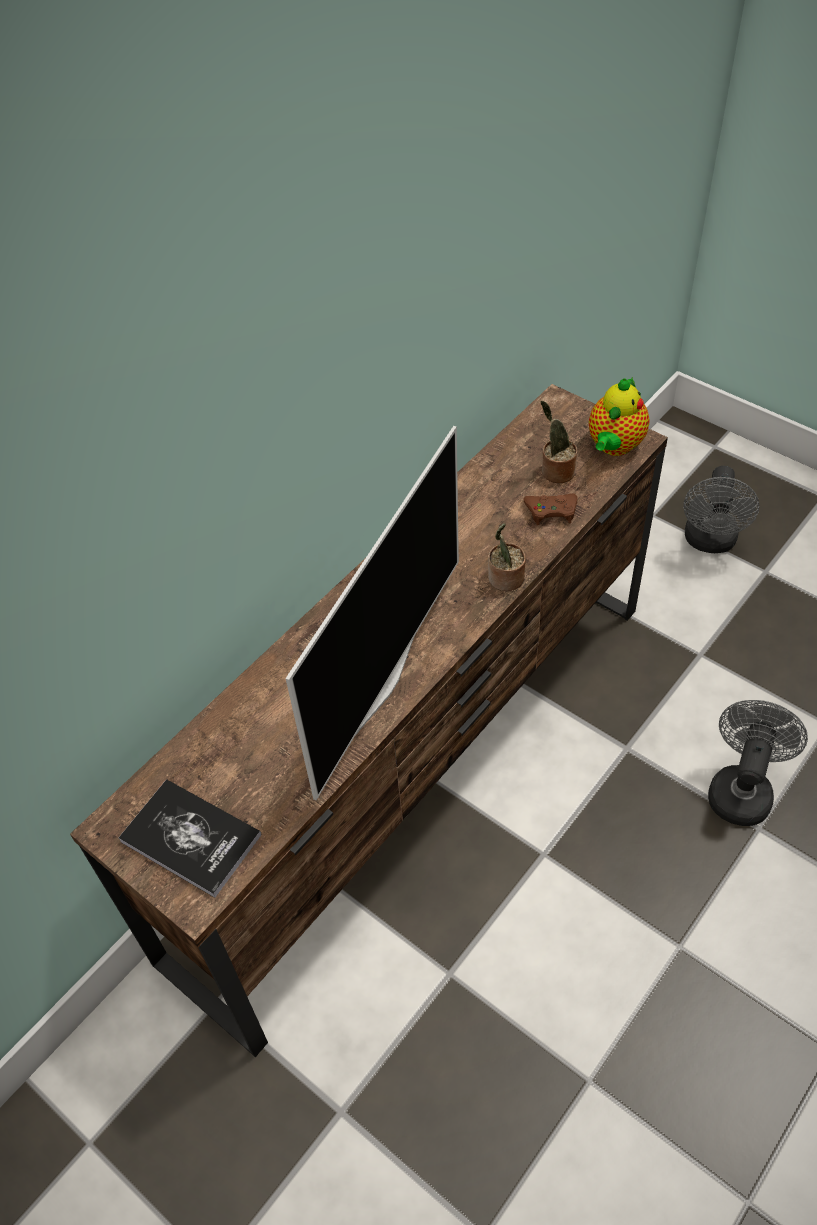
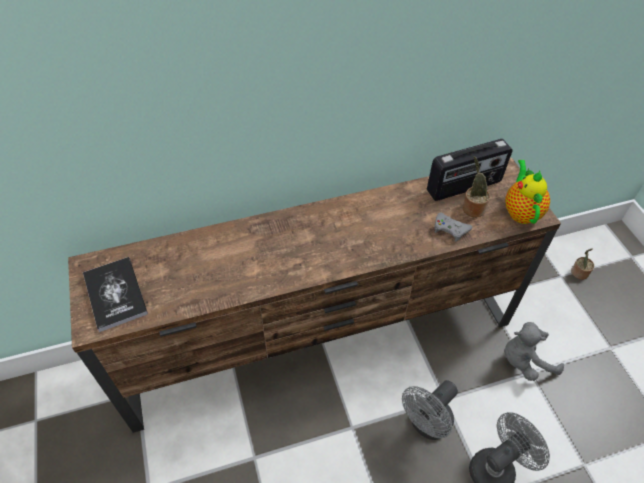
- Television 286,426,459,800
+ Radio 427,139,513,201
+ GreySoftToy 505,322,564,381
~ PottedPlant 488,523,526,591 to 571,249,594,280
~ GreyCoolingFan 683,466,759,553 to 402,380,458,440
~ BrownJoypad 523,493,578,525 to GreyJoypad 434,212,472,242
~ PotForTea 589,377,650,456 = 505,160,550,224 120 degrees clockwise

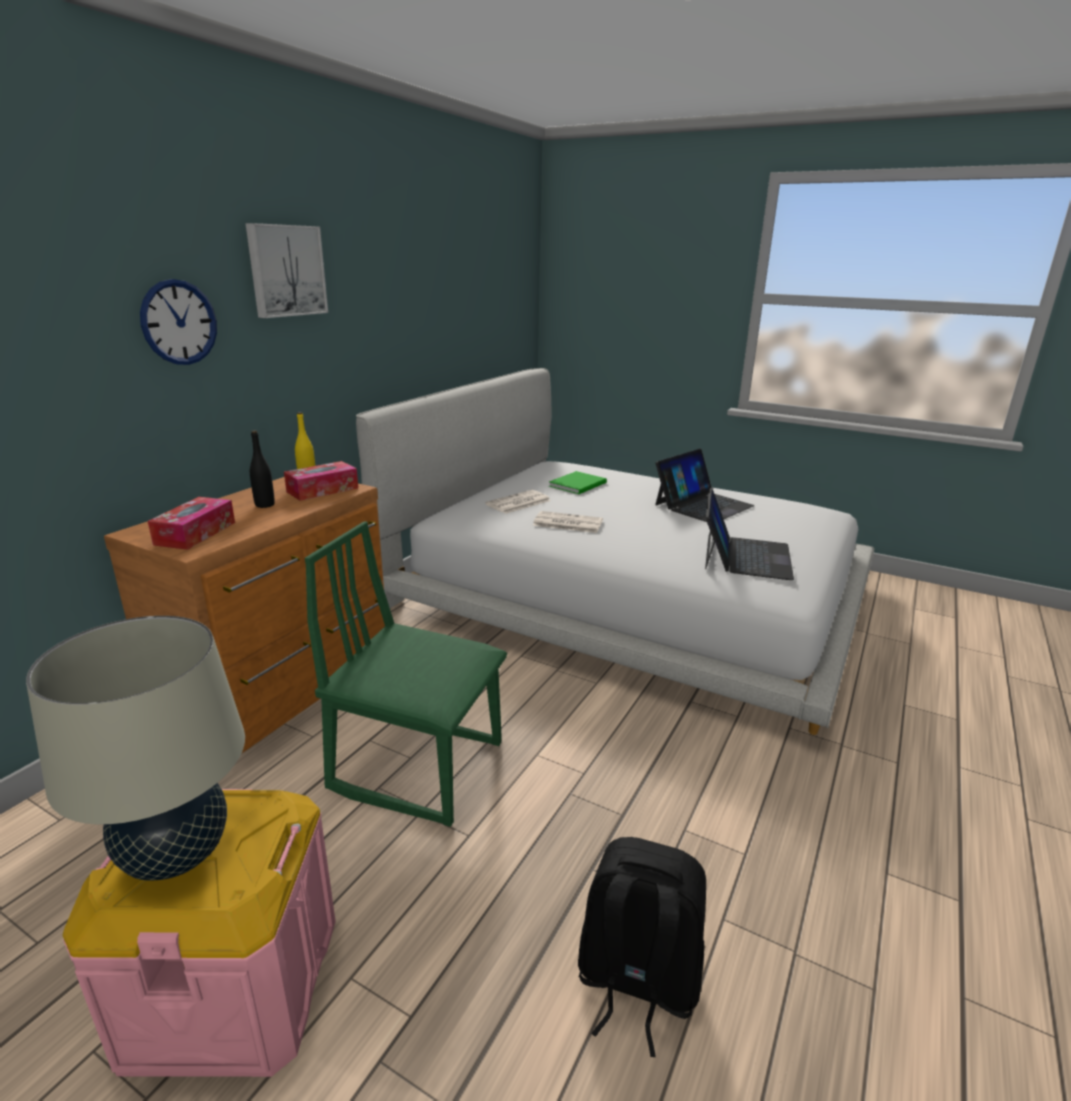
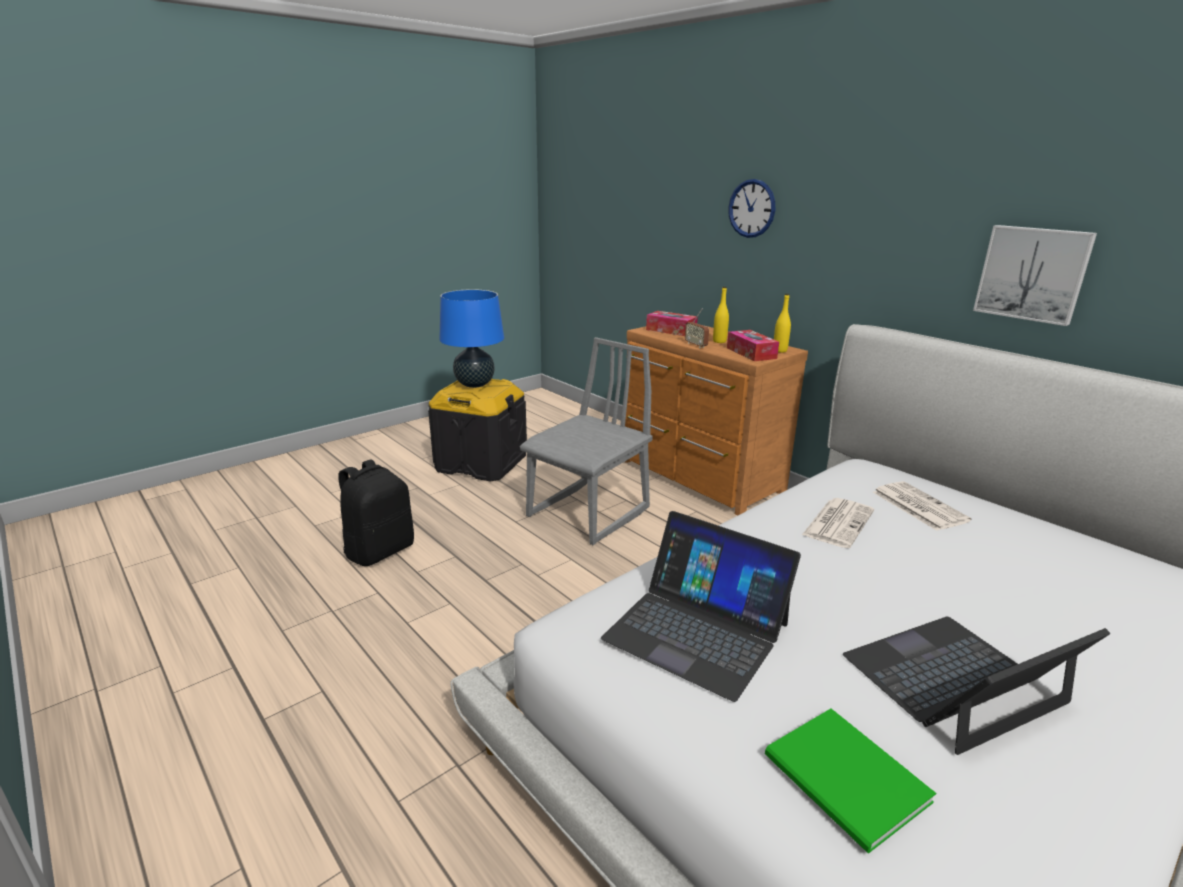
+ Radio 685,309,709,348
~ Picture 245,223,328,318 to 973,225,1097,326
~ GreenishBoundBook 549,471,607,494 to 765,709,936,854
~ BeigeTableLamp 26,616,245,881 to BlueTableLamp 439,289,504,388
~ PinkStorageBox 63,789,336,1077 to BlackStorageBox 428,379,527,482
~ BlackBeverageBottle 250,430,275,508 to YellowColouredBeverageBottle 713,287,729,343
~ GreenishPlainChair 305,522,507,827 to GreyPlainChair 520,337,653,545
~ PortableComputer 655,449,755,522 = 843,617,1111,755 90 degrees clockwise

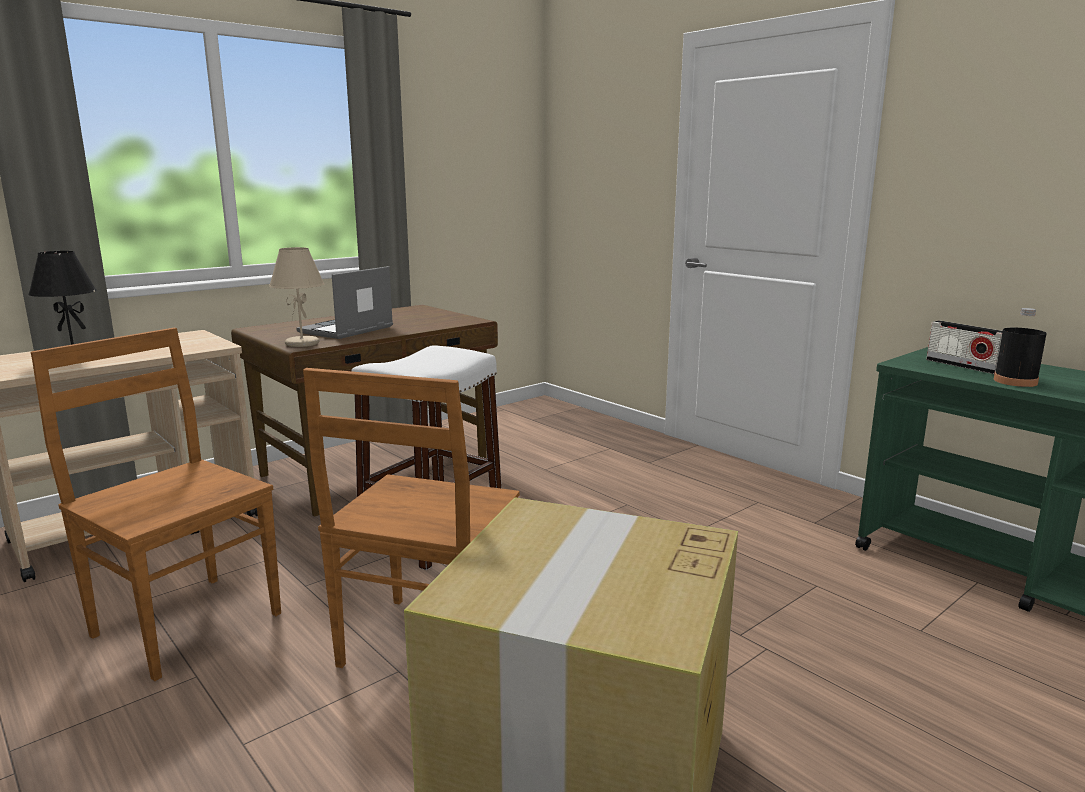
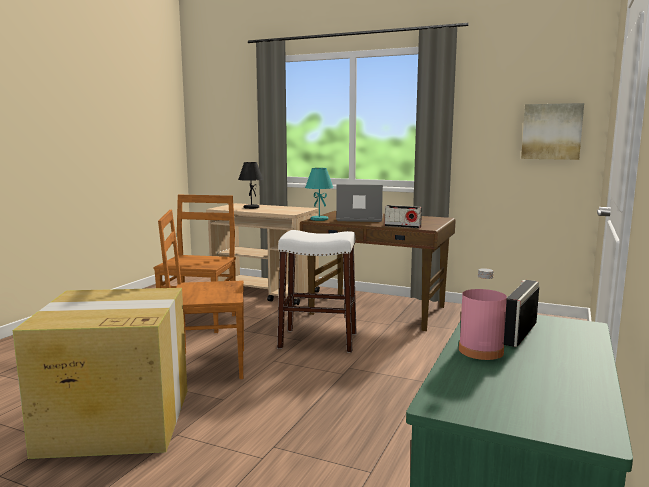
+ Radio 384,205,422,228
+ Picture 521,103,584,160
~ BeigeTableLamp 269,247,325,347 to TurquoiseTableLamp 305,168,334,221
~ BlackBeverageBottle 994,308,1047,387 to PinkBeverageBottle 459,268,507,360

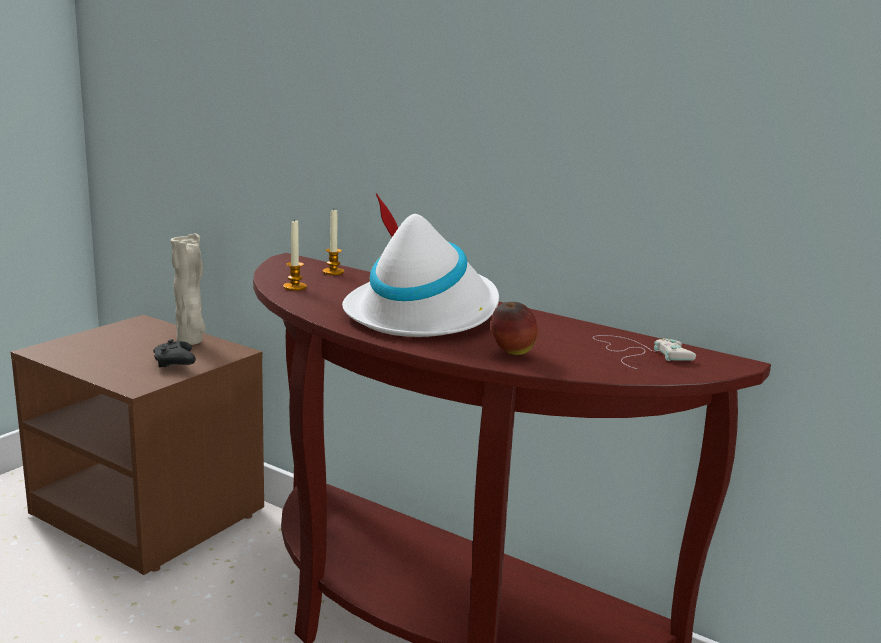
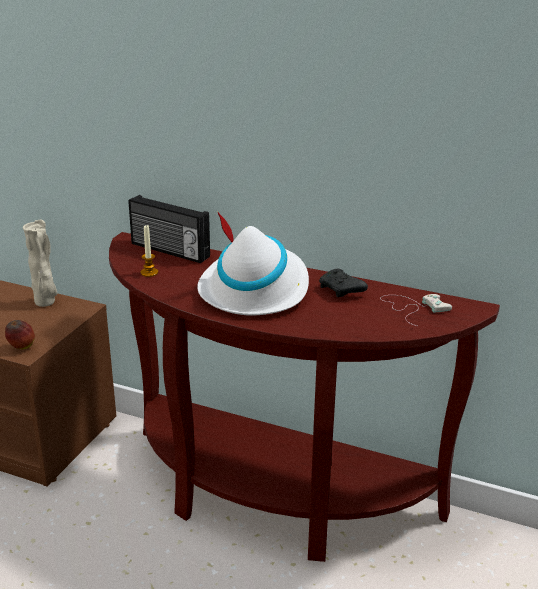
~ BlackJoypad 153,339,196,367 to 319,269,368,297
~ Apple 491,302,538,355 to 5,320,35,349
~ WaxCandle 322,210,344,275 to Radio 129,195,210,263

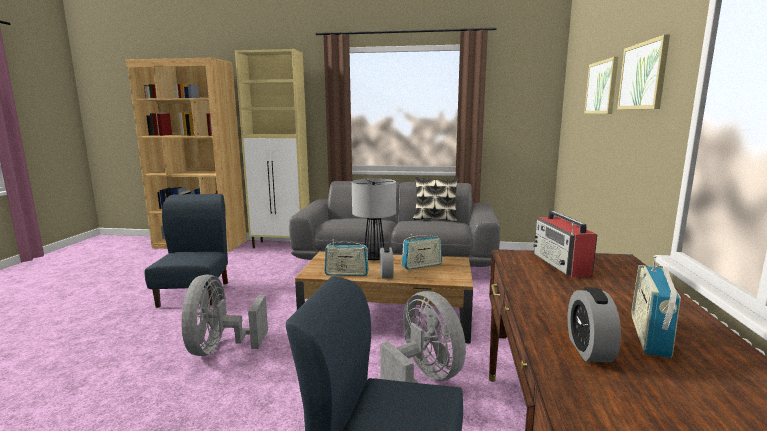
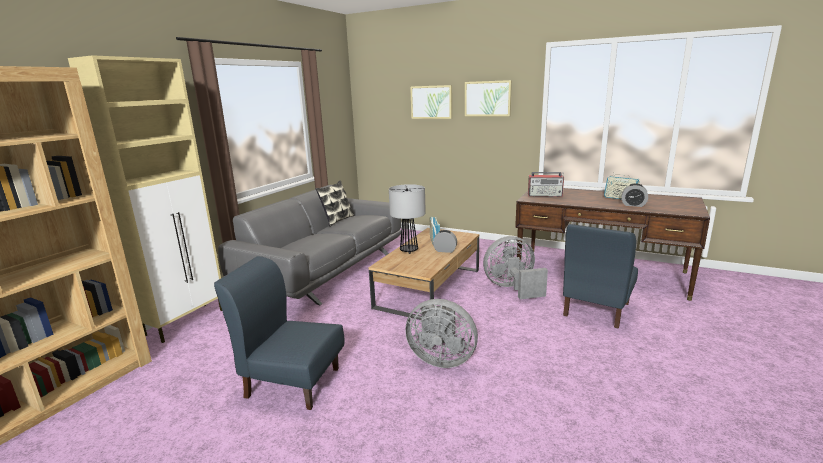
- Radio 325,239,369,276

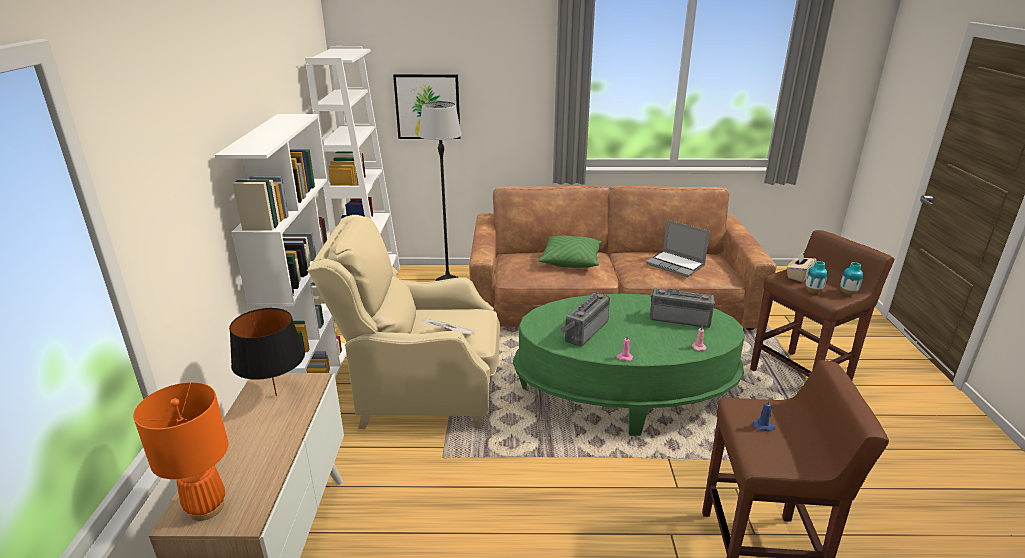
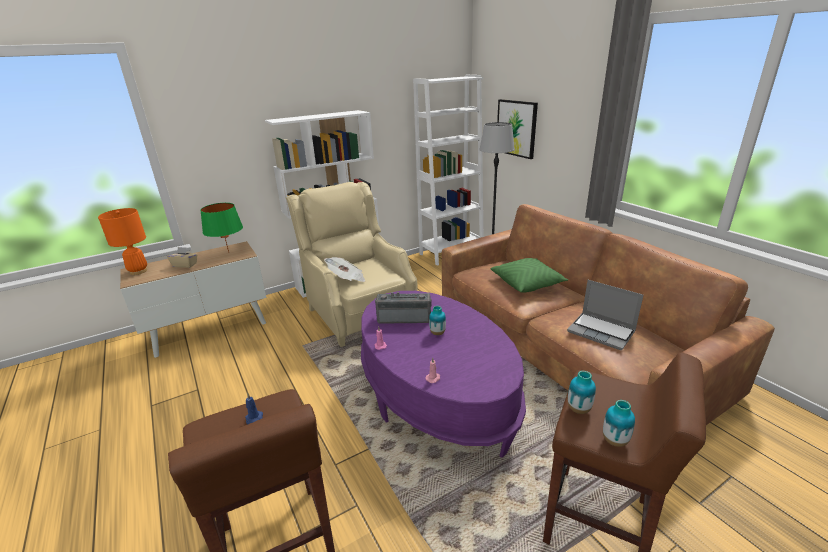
- Radio 650,288,716,328
+ DecorativeVase 429,306,446,335
~ BeigeTissueHolder 787,252,817,282 to 167,247,198,268
~ BlackTableLamp 229,308,305,396 to GreenishTableLamp 200,203,243,253
~ GreenishLoungeTable 513,294,745,436 to PurpleColouredLoungeTable 361,291,526,458
~ PortableComputer 646,220,710,277 = 567,280,643,350 60 degrees counterclockwise

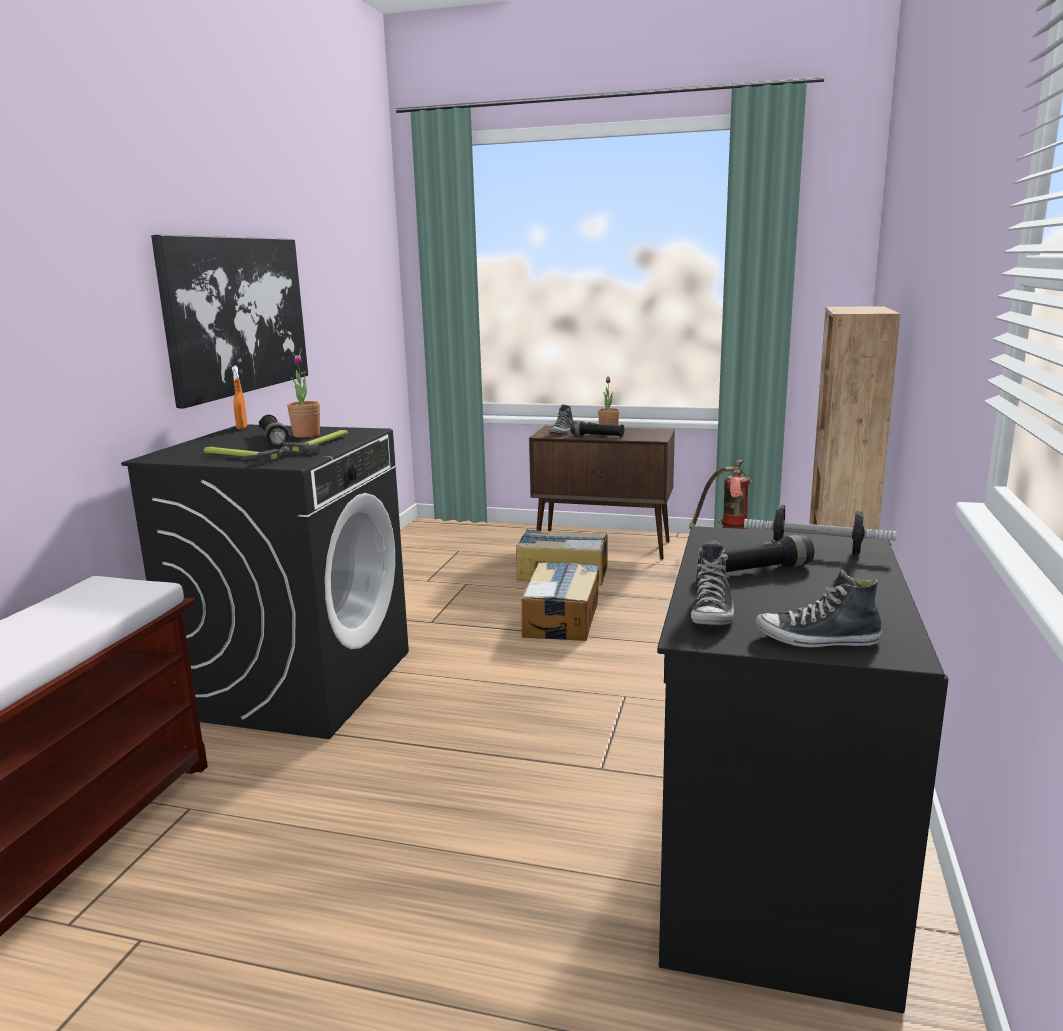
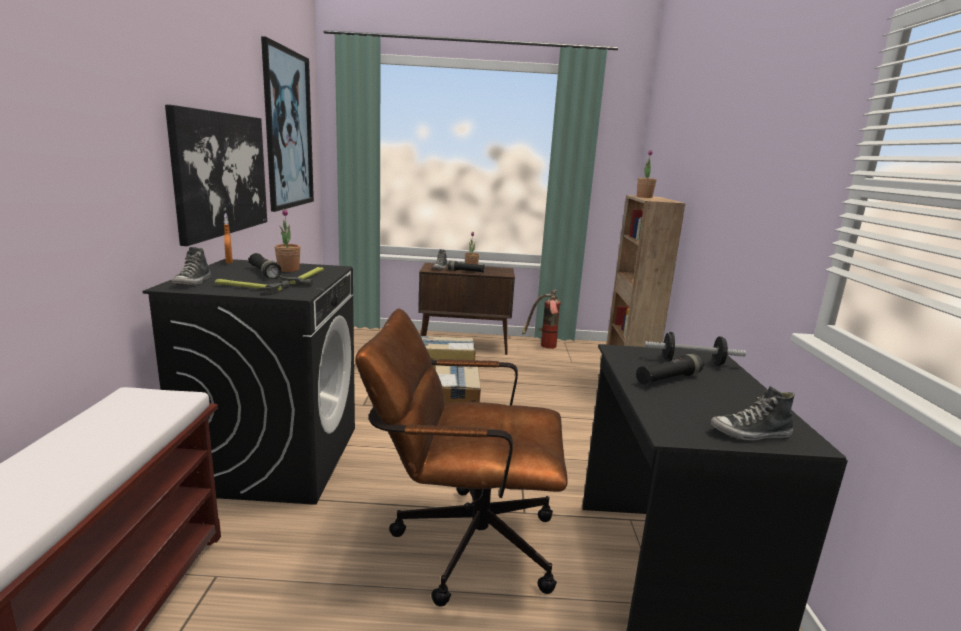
+ Picture 261,36,314,212
+ BrownOfficeChair 355,308,568,607
+ PottedPlant 637,150,657,198
~ ItemOfFootwear 691,541,734,627 to 171,247,211,286

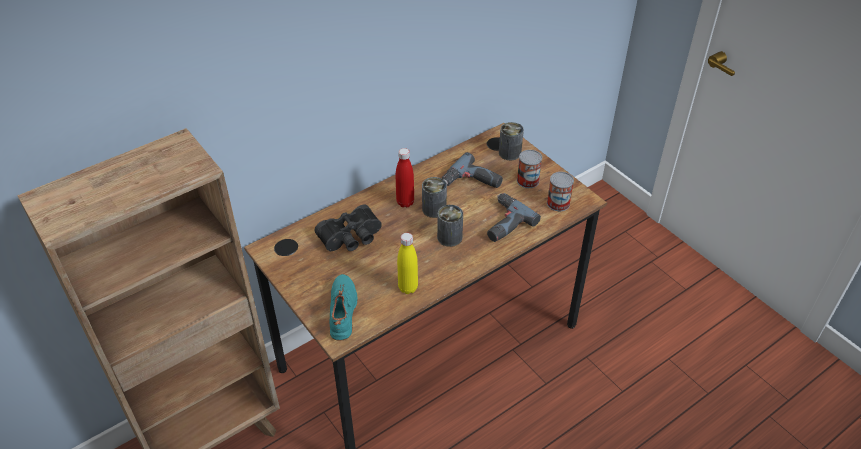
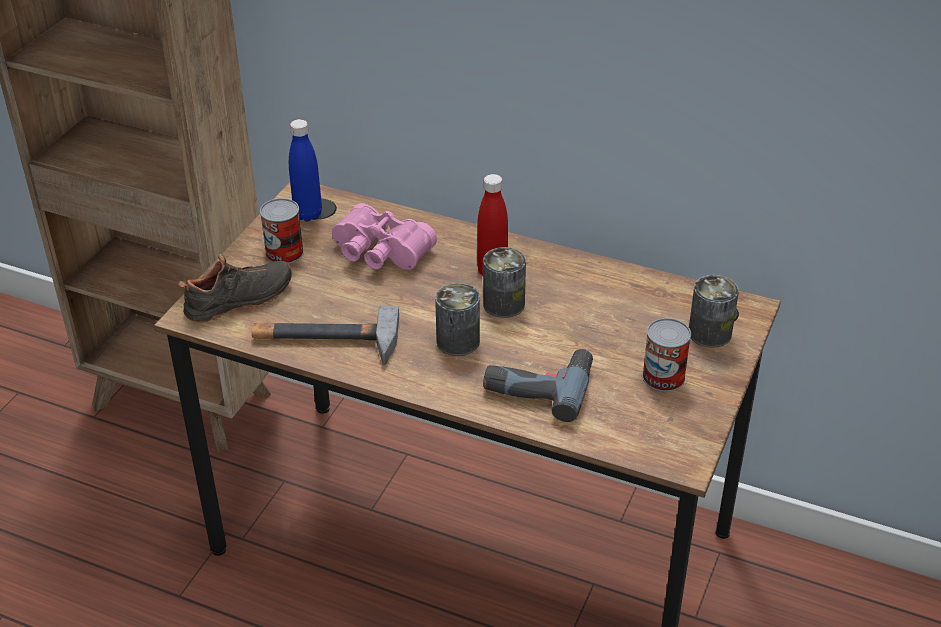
- PowerDrill 441,152,503,188
+ BlueBeverageBottle 289,119,322,221
~ MetalCan 547,172,574,211 to 260,198,304,264
~ YellowColouredBeverageBottle 397,233,418,294 to ToolHammer 252,306,399,365
~ BlackPairOfBinoculars 315,205,382,251 to PinkPairOfBinoculars 332,203,437,270
~ TurquoiseItemOfFootwear 330,274,358,340 to BlackItemOfFootwear 178,254,292,322

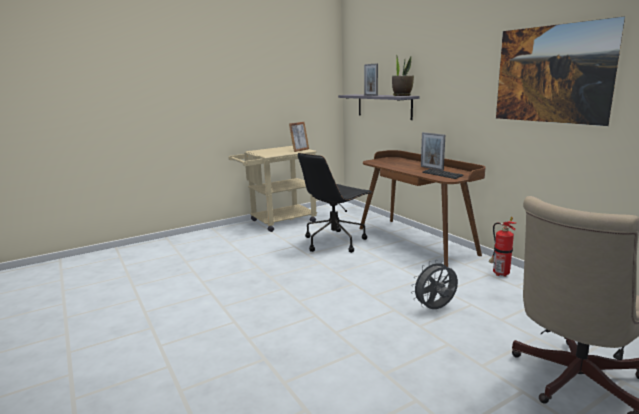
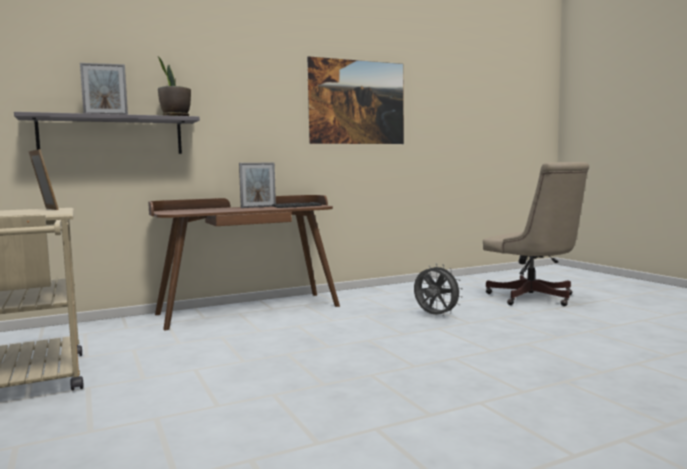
- BlackOfficeChair 298,153,373,253
- FireFightingCylinder 489,217,516,277
~ GreyCoolingFan 411,260,458,309 = 414,264,463,316 150 degrees clockwise

